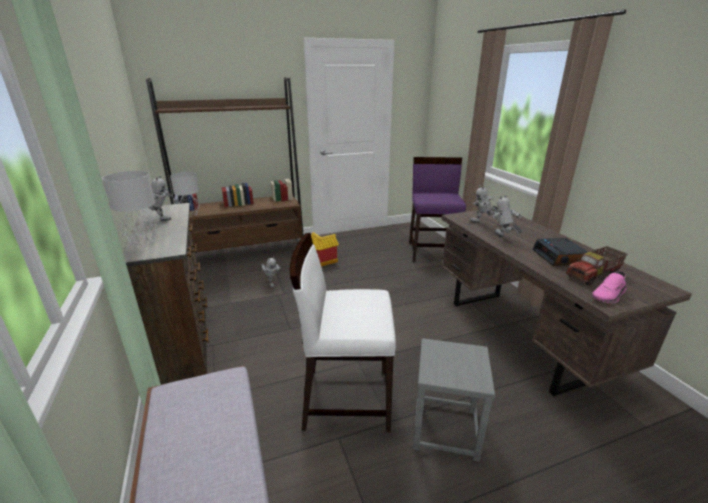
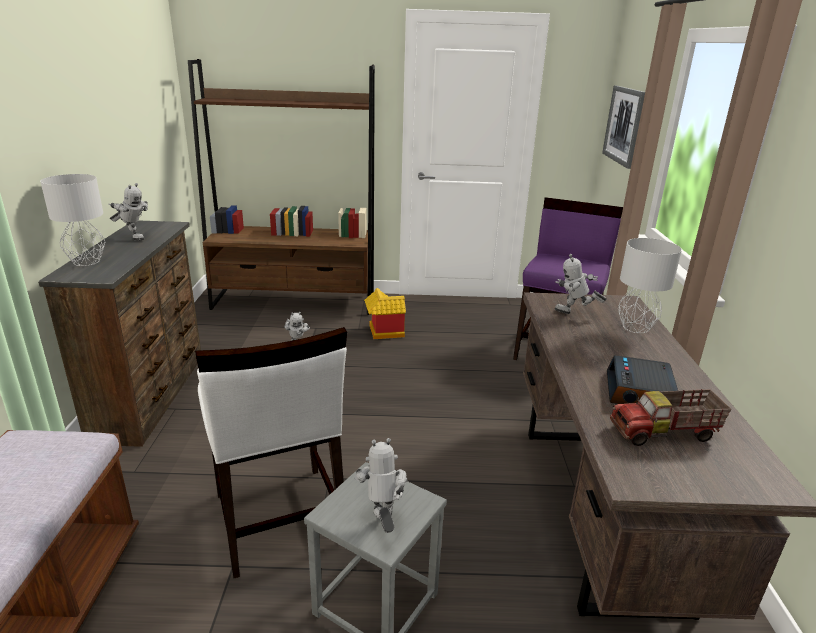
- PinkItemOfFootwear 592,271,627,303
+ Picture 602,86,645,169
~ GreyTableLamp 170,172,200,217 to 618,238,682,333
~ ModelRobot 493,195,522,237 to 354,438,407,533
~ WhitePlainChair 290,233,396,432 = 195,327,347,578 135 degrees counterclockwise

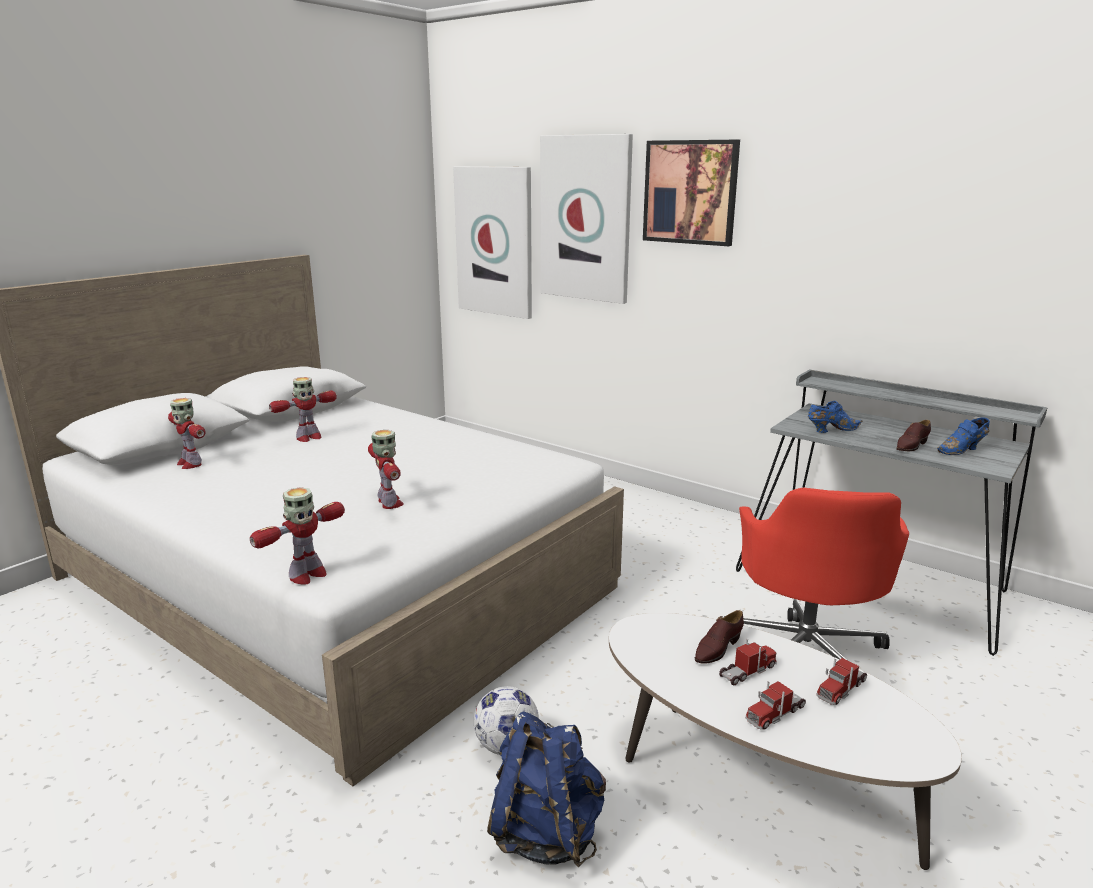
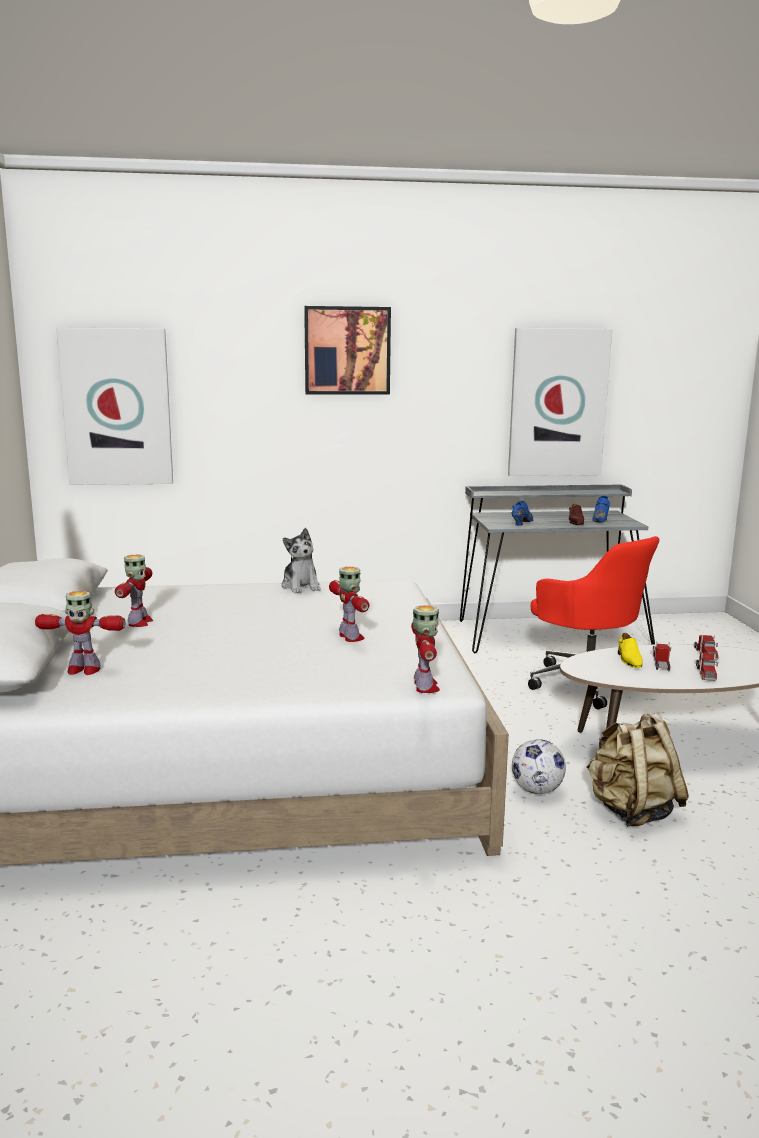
+ SoftToy 281,528,321,593
~ Picture 540,134,633,304 to 508,328,612,476
~ BlueBackpack 487,711,606,867 to BeigeBackpack 587,713,689,826
~ BrownItemOfFootwear 695,610,744,664 to YellowColouredItemOfFootwear 618,633,643,668
~ ModelRobot 368,430,404,509 = 329,567,369,642 45 degrees clockwise

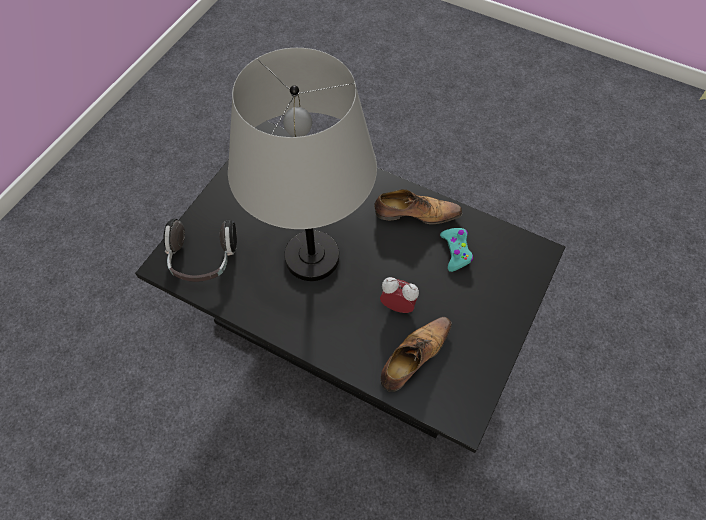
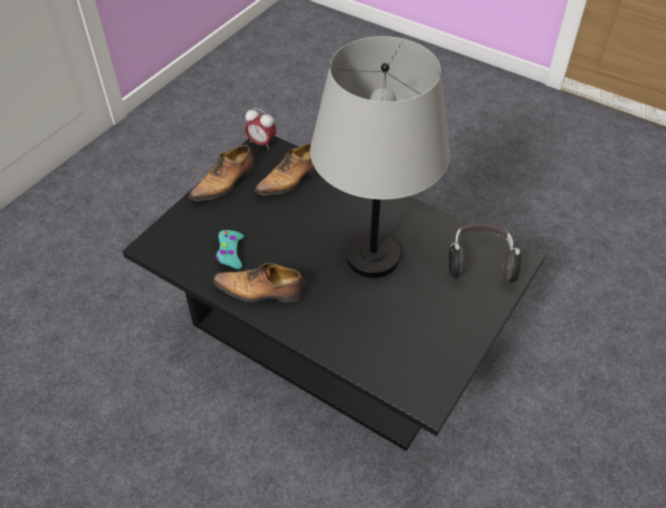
+ ItemOfFootwear 189,145,255,201
~ TableClock 380,277,419,313 to 245,108,276,149

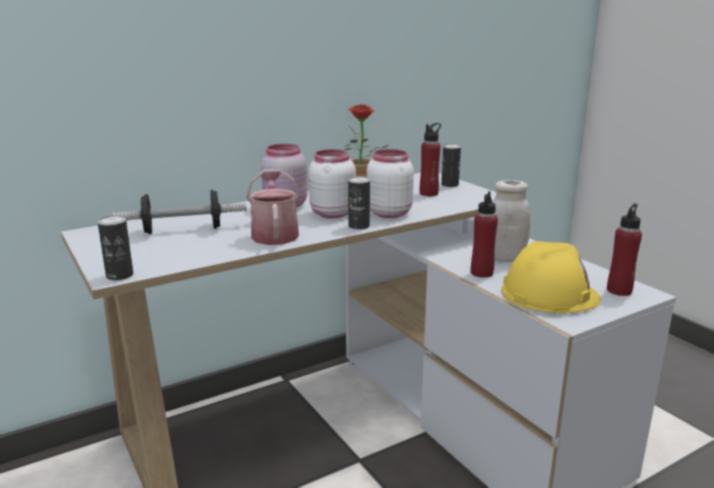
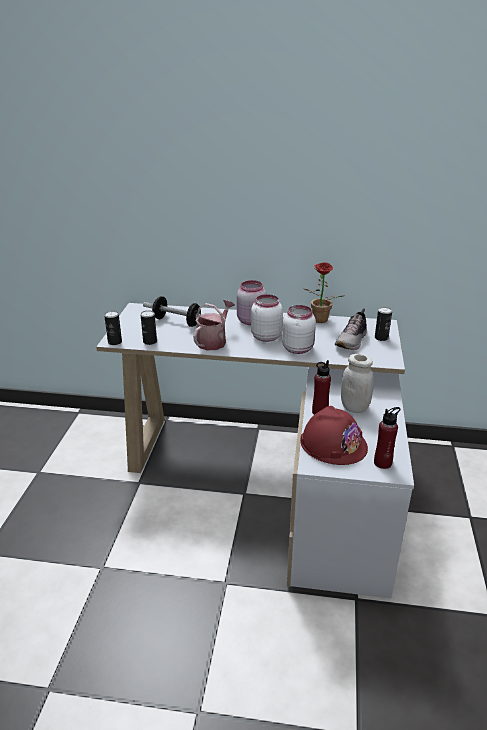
~ MetalCan 348,176,370,230 to 140,310,157,345
~ RedColouredBeverageBottle 420,123,441,196 to ItemOfFootwear 335,308,367,350
~ YellowColouredHardHat 501,241,601,313 to RedColouredHardHat 300,406,368,465

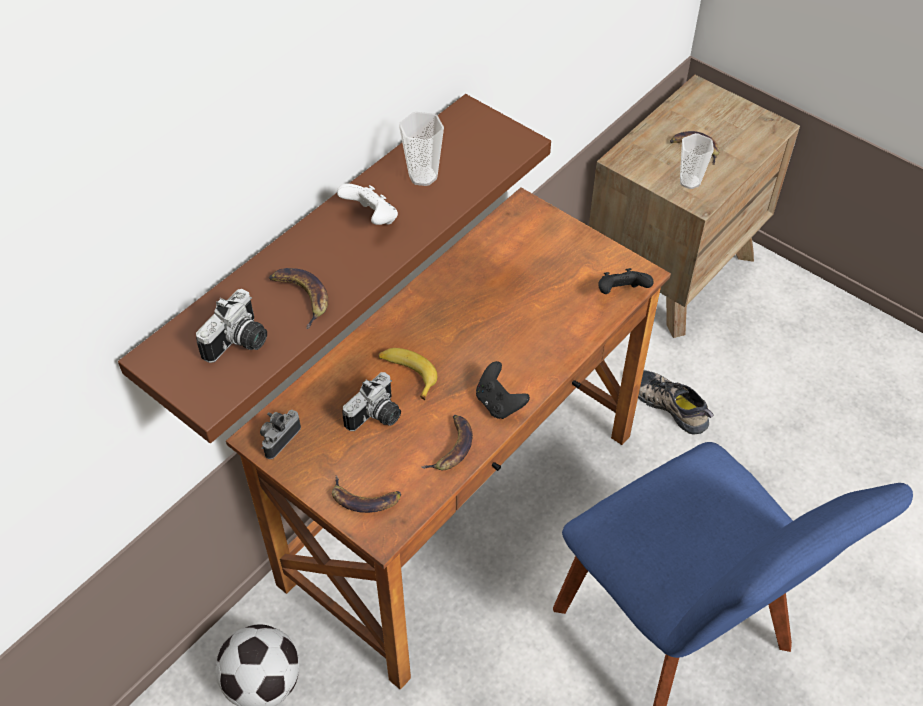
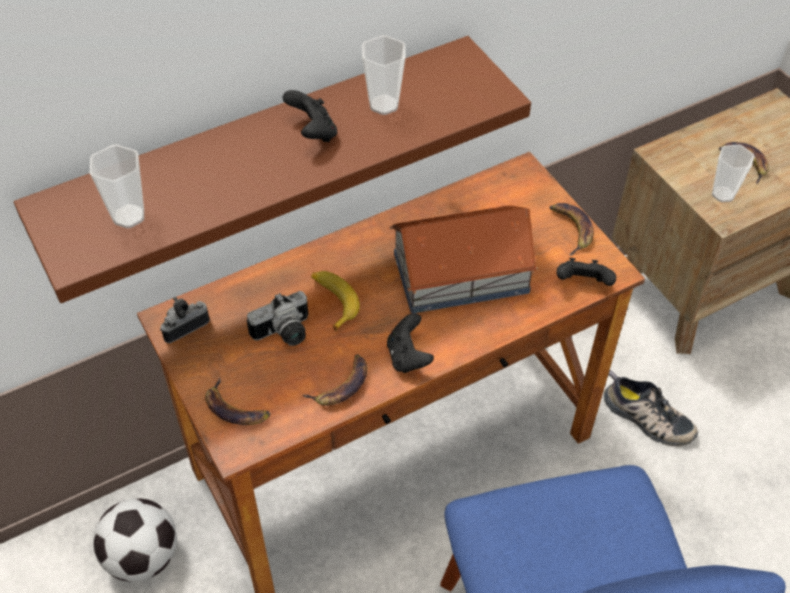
+ MiniatureHouse 390,205,538,313
~ Banana 269,268,328,329 to 549,203,594,256
~ StillCamera 196,289,267,363 to Cup 90,145,144,228
~ WhiteJoypad 337,184,398,225 to BlackJoypad 283,90,337,142
~ ItemOfFootwear 638,370,714,435 = 604,370,699,446 150 degrees clockwise

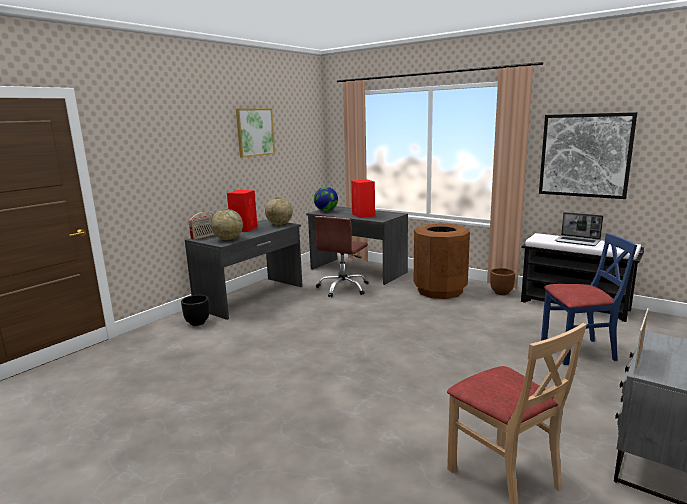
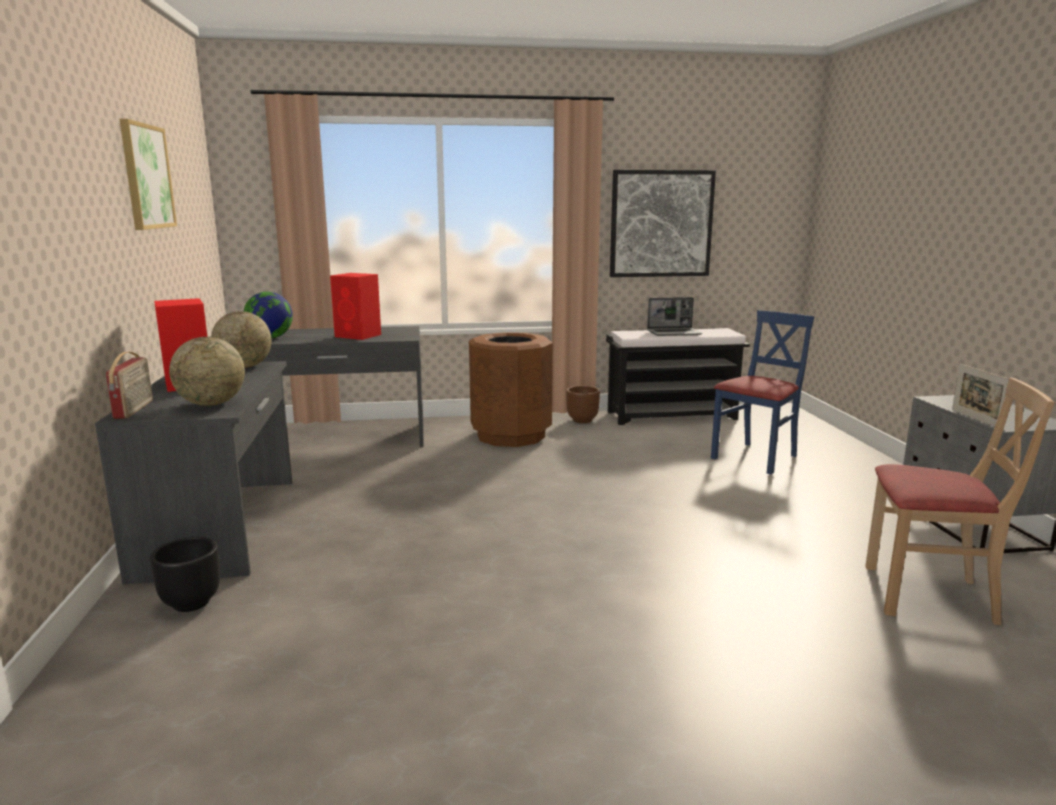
- BrownOfficeChair 315,216,369,297

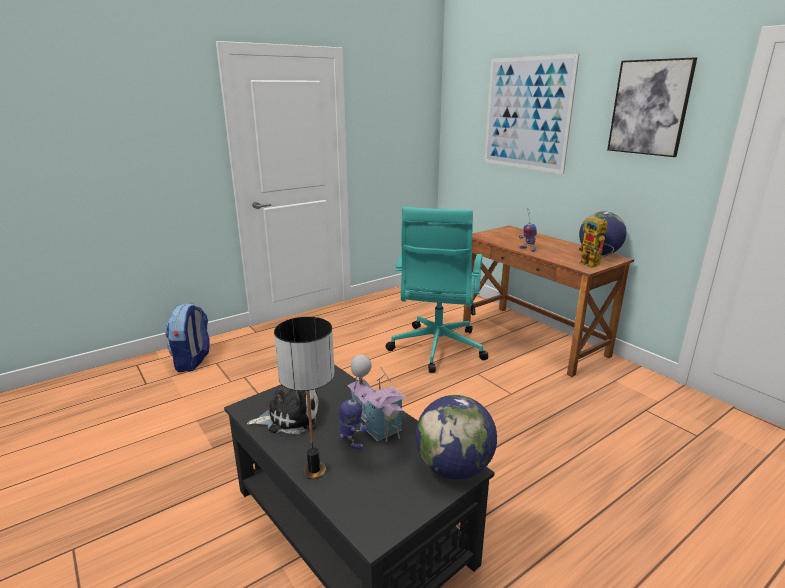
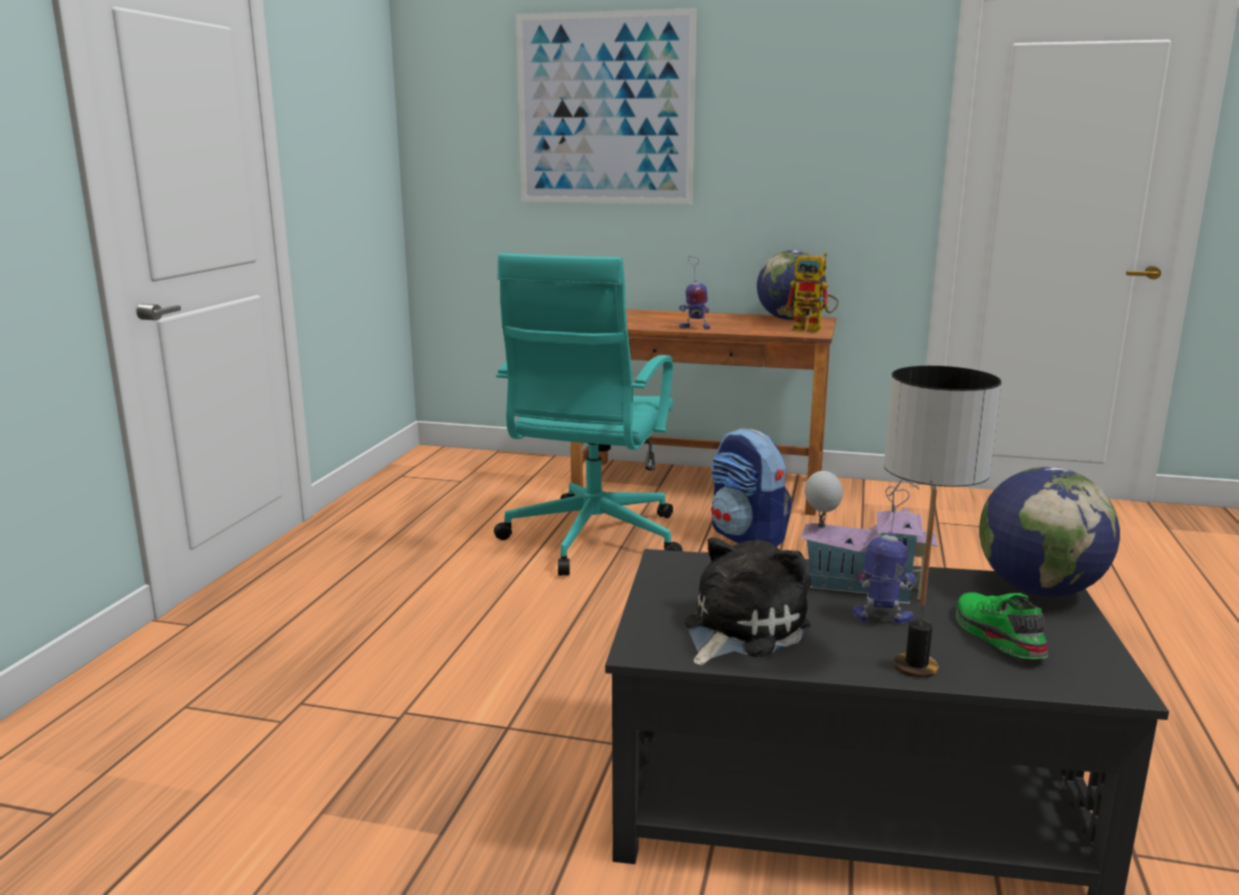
- Picture 607,57,697,157
+ GreenishItemOfFootwear 956,592,1048,659
~ Backpack 165,303,210,372 to 711,428,792,547
~ TurquoiseOfficeChair 385,207,488,373 = 494,253,683,576 45 degrees clockwise

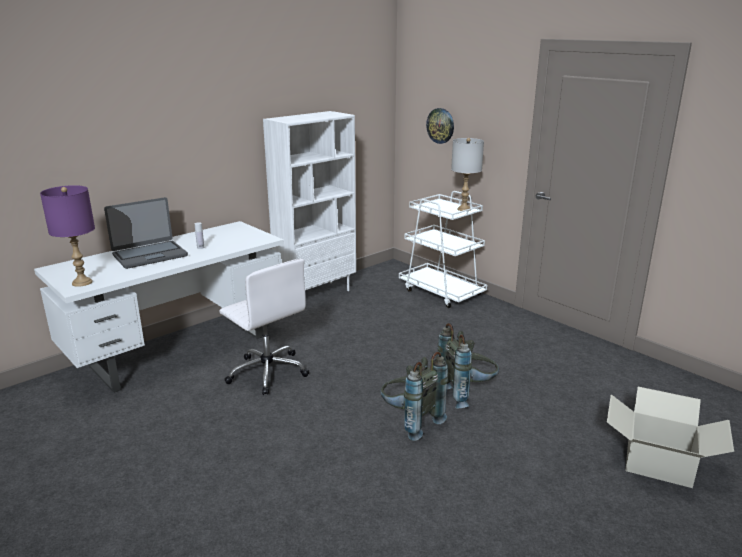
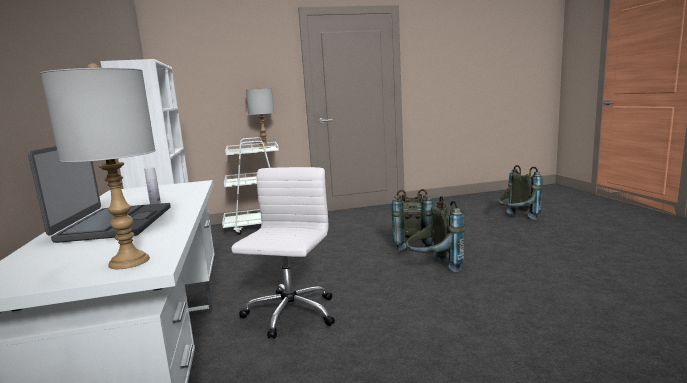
- ClockOnTheWall 426,108,454,144
~ PackingBox 607,387,734,488 to GreyBackpack 498,165,543,220
~ PurpleColouredTableLamp 40,185,95,287 to GreyTableLamp 41,63,155,269
~ WhiteOfficeChair 220,259,310,395 = 231,167,335,339 60 degrees counterclockwise

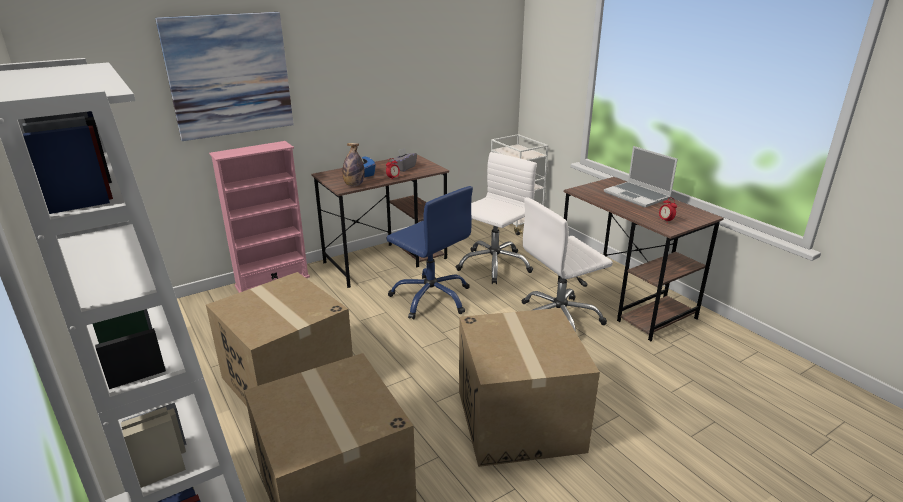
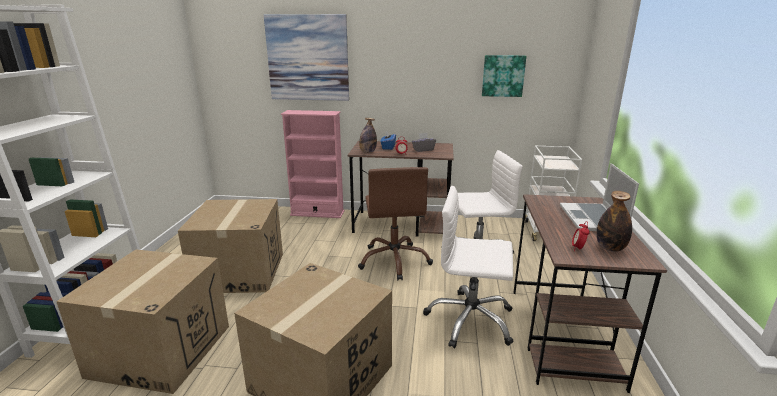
+ Picture 482,55,526,97
+ BeverageBottle 597,191,632,252
~ BlueOfficeChair 387,186,473,319 to BrownOfficeChair 358,167,433,281

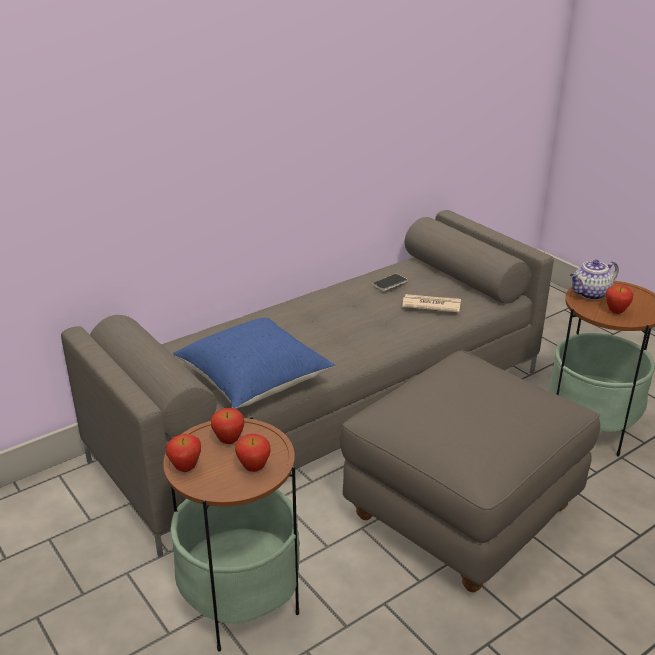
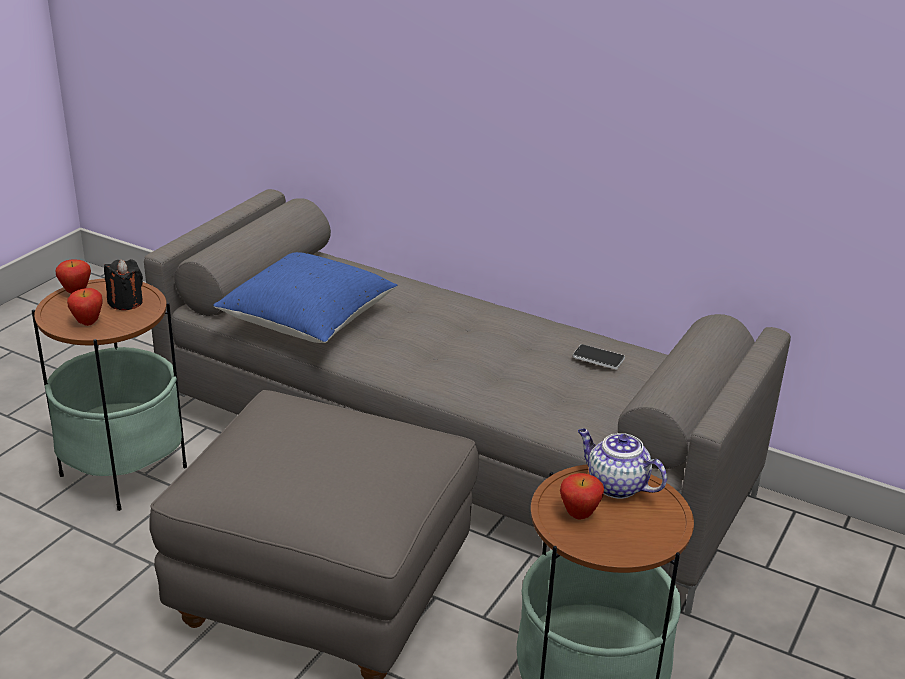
- PrintedPaper 402,294,461,313
~ Apple 211,408,244,444 to BlackWaxCandle 104,259,143,310

